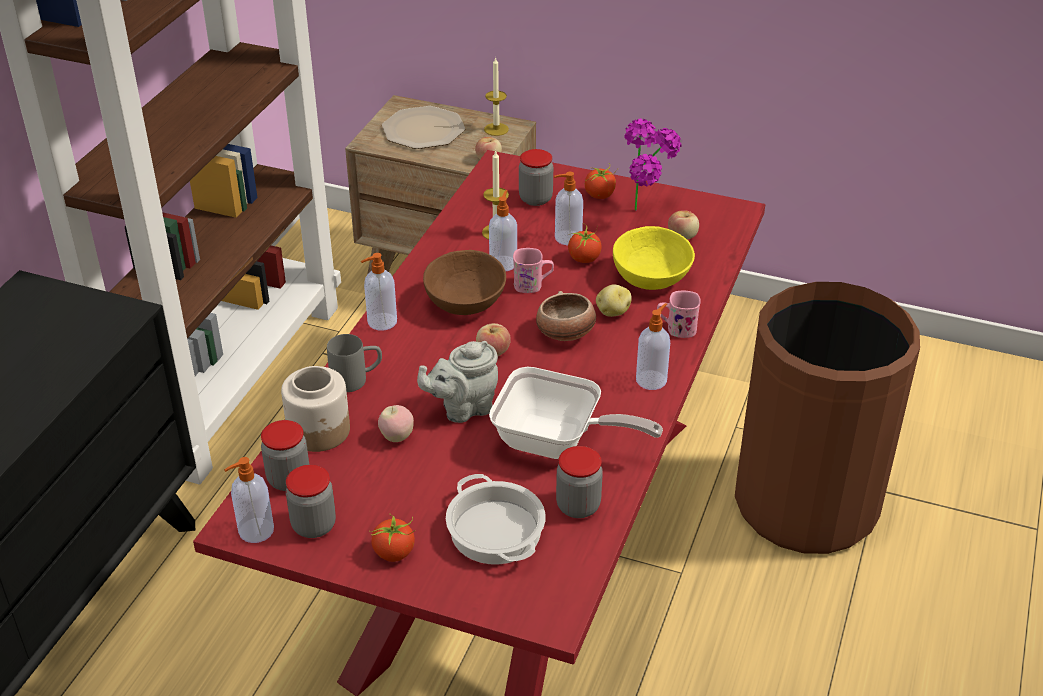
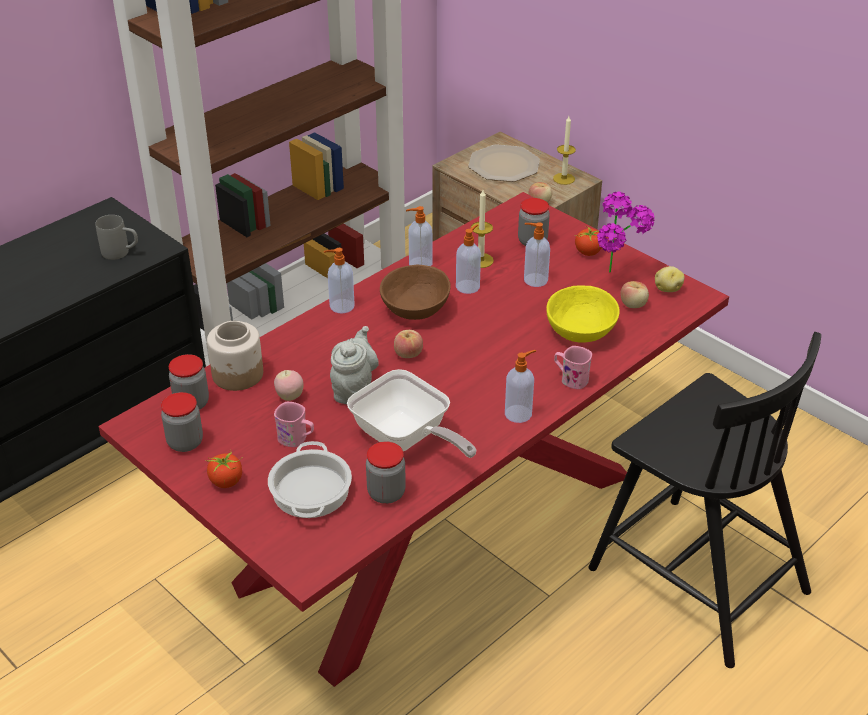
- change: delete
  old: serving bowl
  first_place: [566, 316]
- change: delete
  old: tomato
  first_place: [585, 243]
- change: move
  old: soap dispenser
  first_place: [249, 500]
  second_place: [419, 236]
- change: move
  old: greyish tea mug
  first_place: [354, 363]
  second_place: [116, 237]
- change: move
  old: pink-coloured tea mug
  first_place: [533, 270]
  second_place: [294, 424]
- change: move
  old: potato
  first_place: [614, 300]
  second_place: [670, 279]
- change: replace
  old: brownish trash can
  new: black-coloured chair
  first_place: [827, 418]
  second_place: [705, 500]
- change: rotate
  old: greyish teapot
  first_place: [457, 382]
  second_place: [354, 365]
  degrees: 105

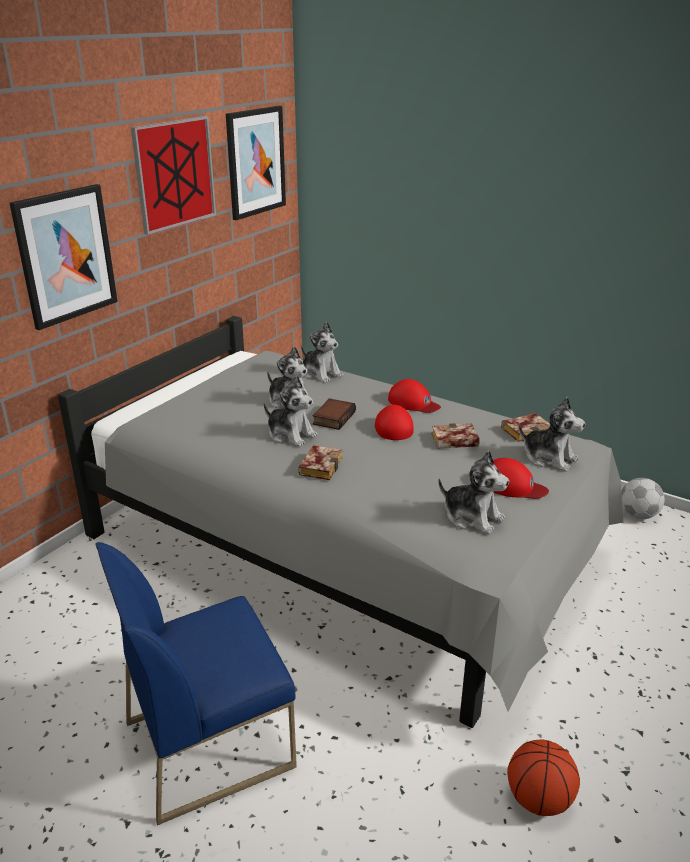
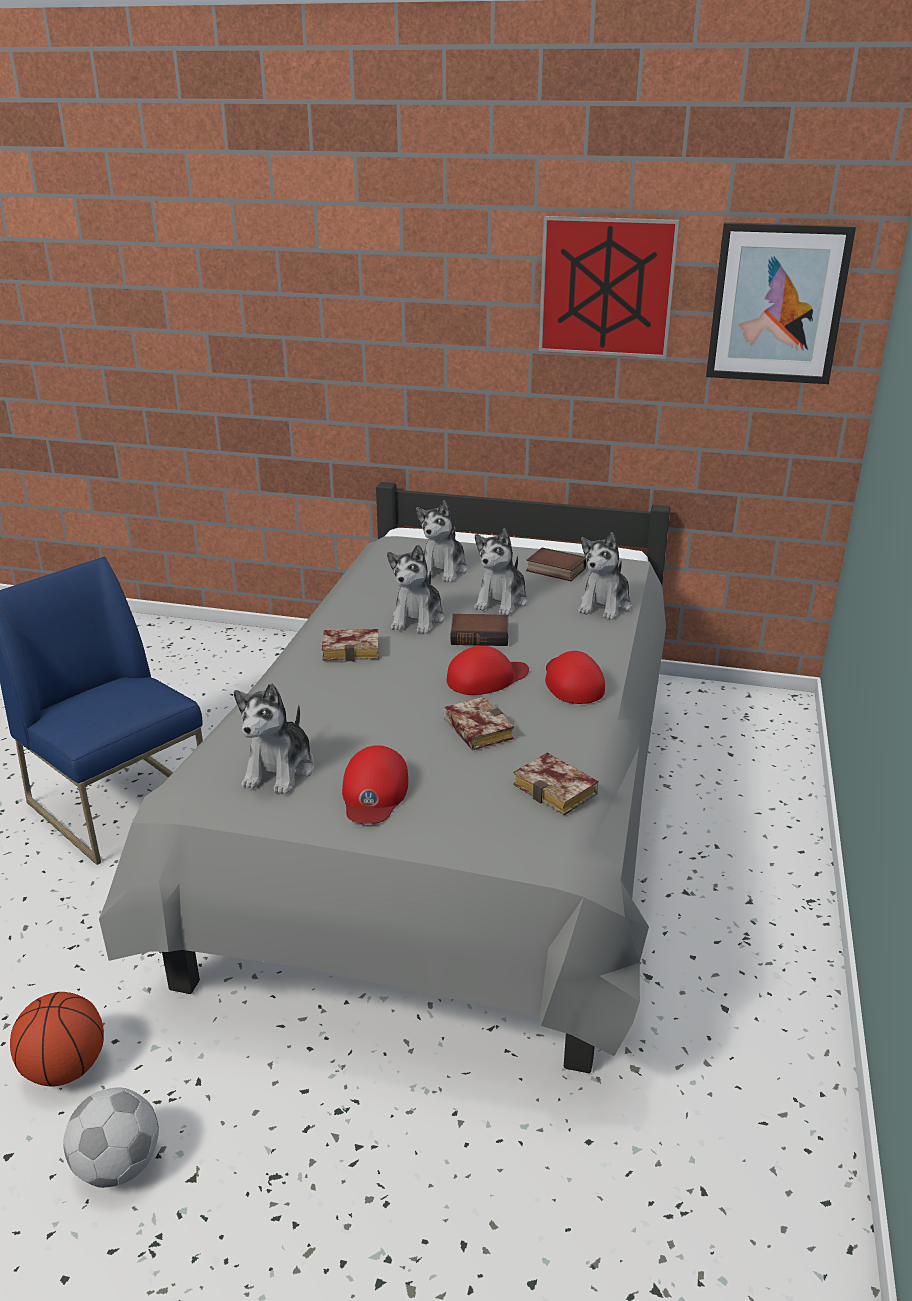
- change: delete
  old: wall art
  first_place: [64, 257]
- change: insert
  new: bound book
  second_place: [556, 564]
- change: move
  old: plush toy
  first_place: [552, 434]
  second_place: [442, 542]
- change: move
  old: ball for football
  first_place: [643, 498]
  second_place: [111, 1137]
- change: rotate
  old: reddish peaked cap
  first_place: [414, 396]
  second_place: [575, 677]
  degrees: 150

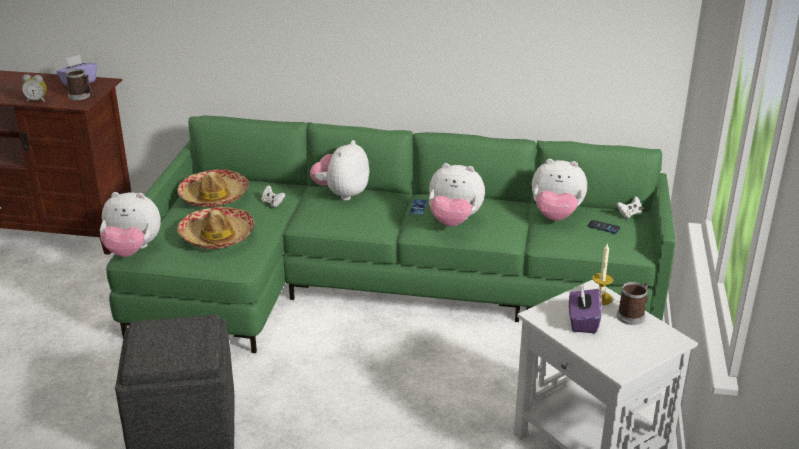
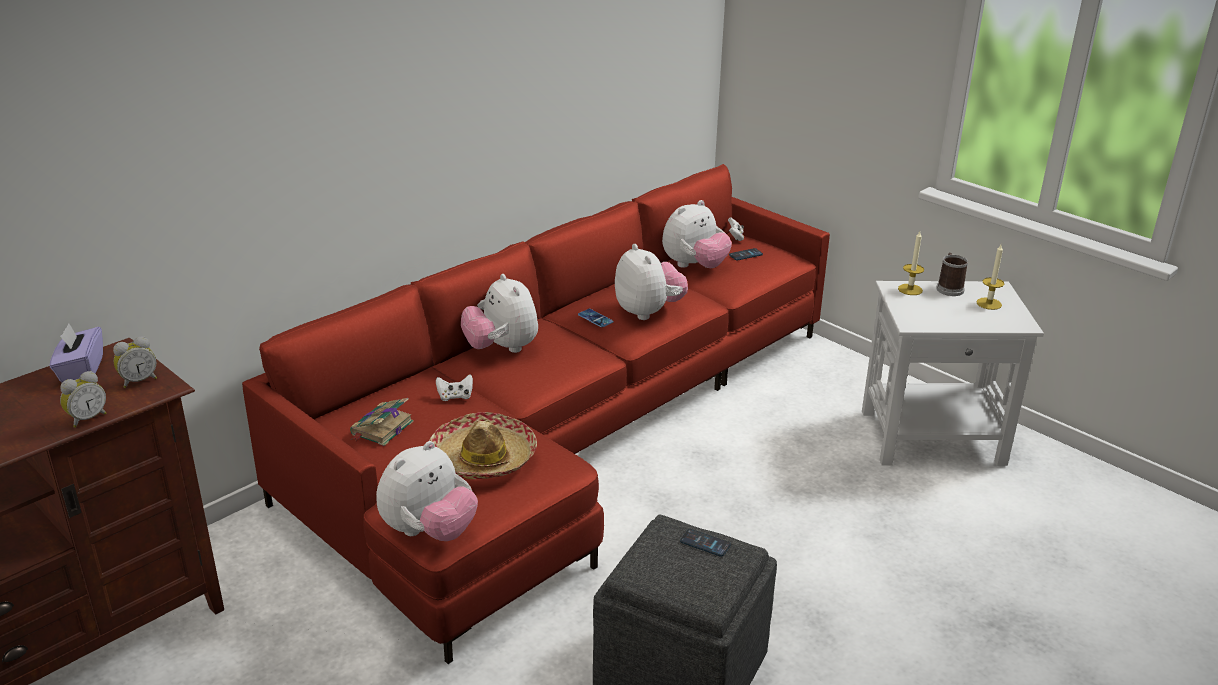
- change: delete
  old: purplish tissue holder
  first_place: [585, 309]
- change: insert
  new: phone
  second_place: [705, 543]
- change: insert
  new: candle
  second_place: [990, 277]
- change: replace
  old: tea mug
  new: table clock
  first_place: [78, 84]
  second_place: [135, 362]
- change: replace
  old: clothing hat
  new: bound book
  first_place: [213, 188]
  second_place: [382, 422]
- change: recolor
  old: green couch
  new: reddish couch
  first_place: [390, 234]
  second_place: [536, 414]
- change: rotate
  old: plush toy
  first_place: [457, 194]
  second_place: [651, 282]
  degrees: -75

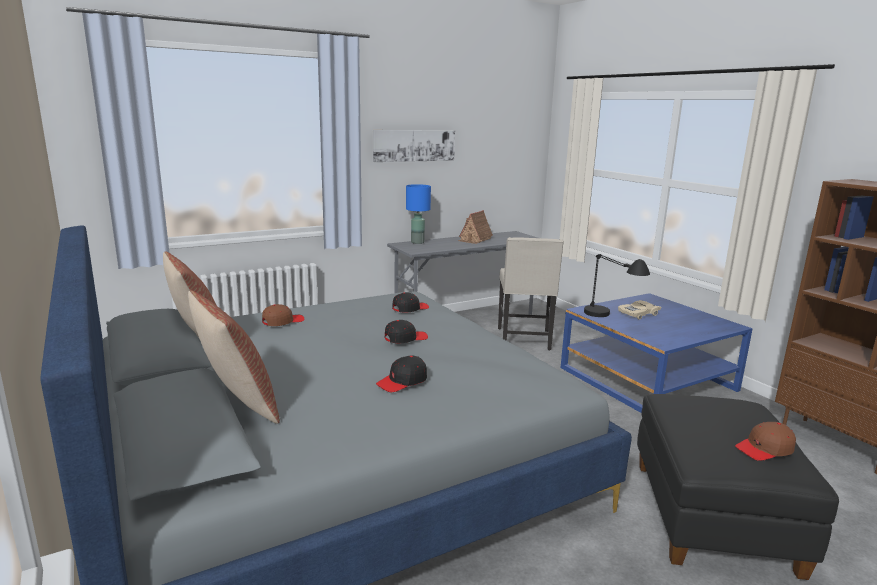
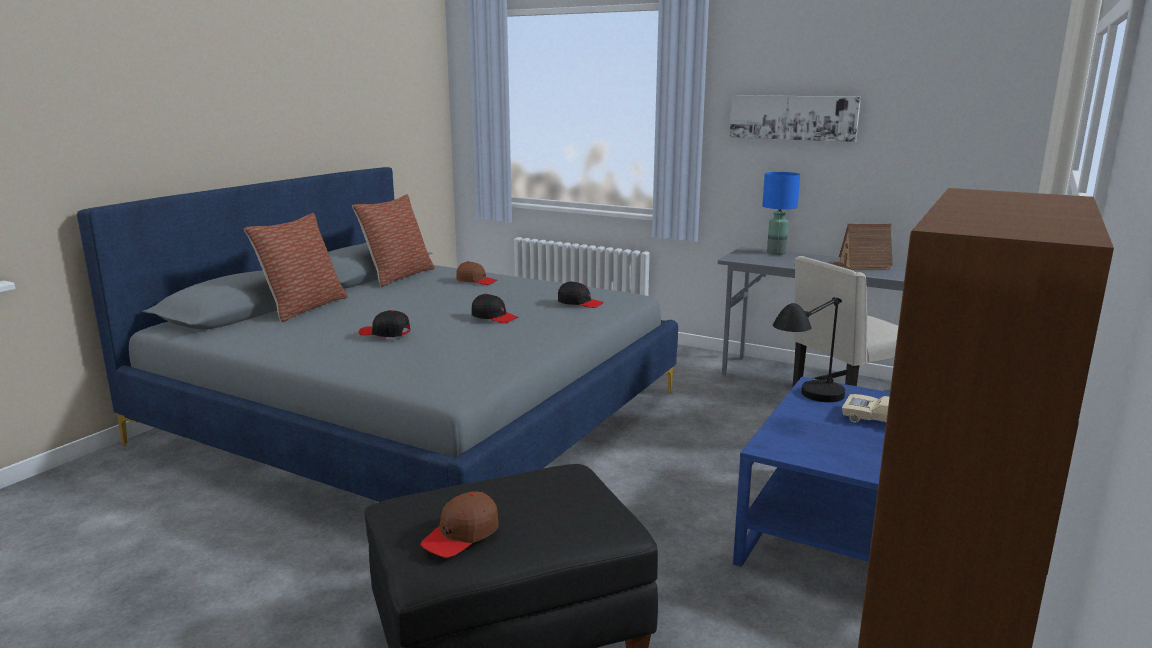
- change: rotate
  old: brownish peaked cap
  first_place: [765, 441]
  second_place: [459, 524]
  degrees: -90

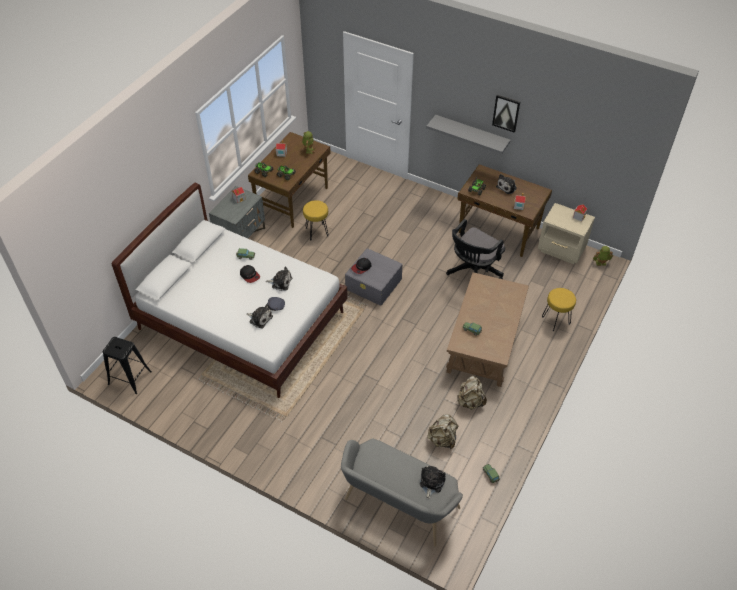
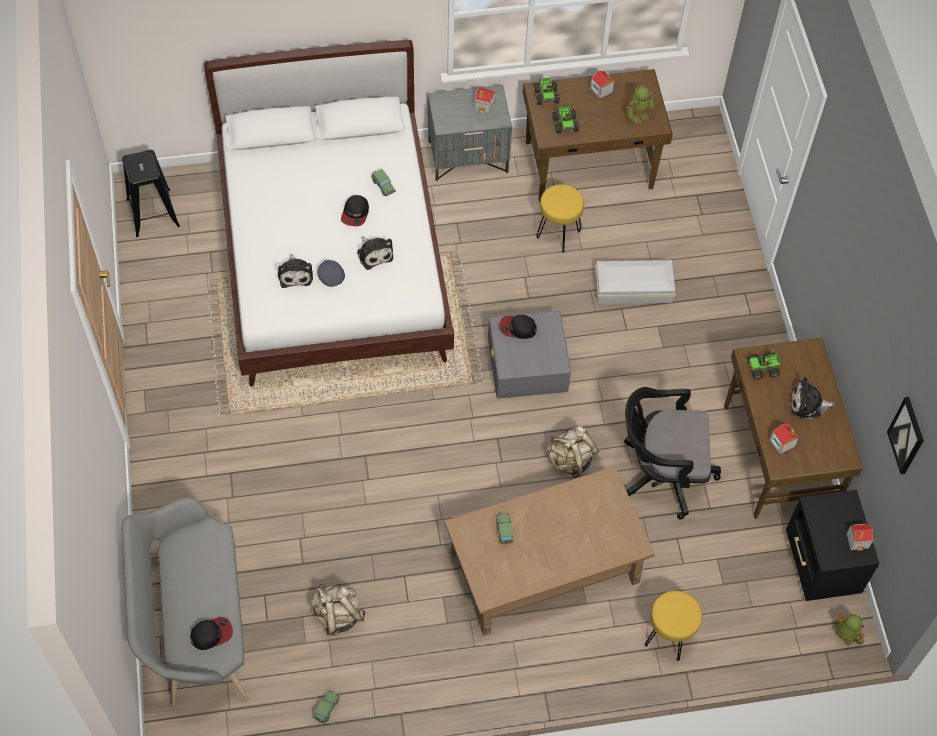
- change: delete
  old: greyish shelf
  first_place: [468, 134]
- change: insert
  new: white storage box
  second_place: [635, 282]
- change: move
  old: beige rucksack
  first_place: [472, 393]
  second_place: [572, 452]
- change: move
  old: wall art
  first_place: [506, 114]
  second_place: [905, 435]
- change: replace
  old: plush toy
  new: peaked cap
  first_place: [432, 482]
  second_place: [211, 633]
- change: recolor
  old: beige night table
  new: black-coloured night table
  first_place: [566, 233]
  second_place: [833, 545]

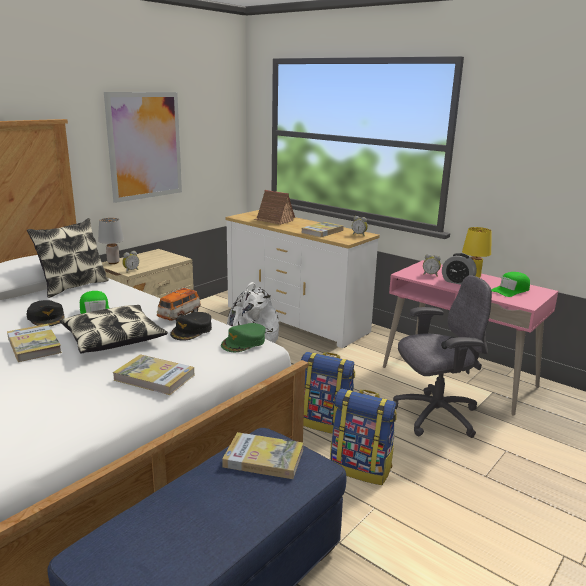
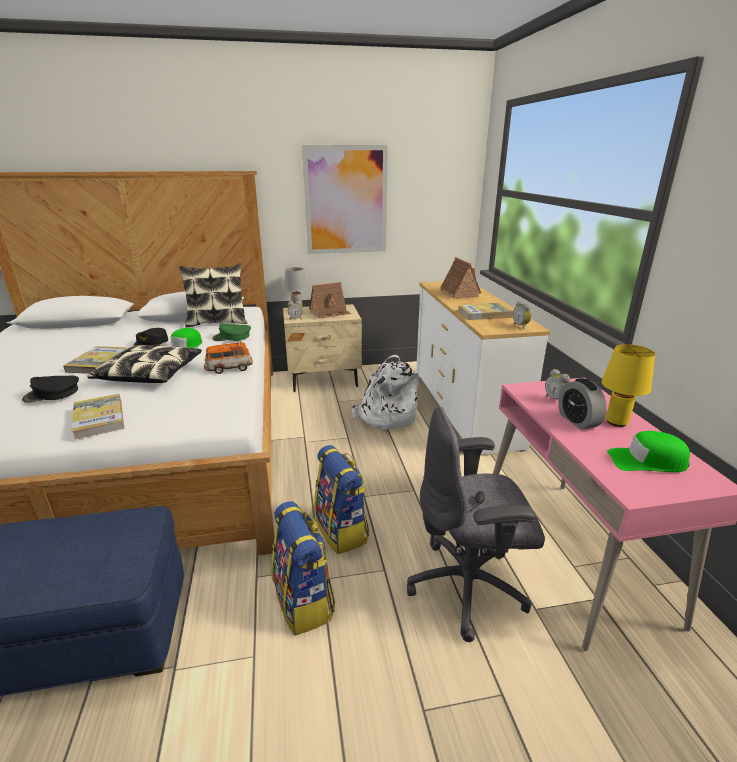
- change: delete
  old: bound book
  first_place: [263, 455]
- change: insert
  new: toy house
  second_place: [330, 300]
- change: move
  old: black-coloured peaked cap
  first_place: [191, 326]
  second_place: [50, 389]
- change: move
  old: green peaked cap
  first_place: [243, 337]
  second_place: [231, 332]
- change: rotate
  old: greyish office chair
  first_place: [442, 357]
  second_place: [476, 524]
  degrees: 150

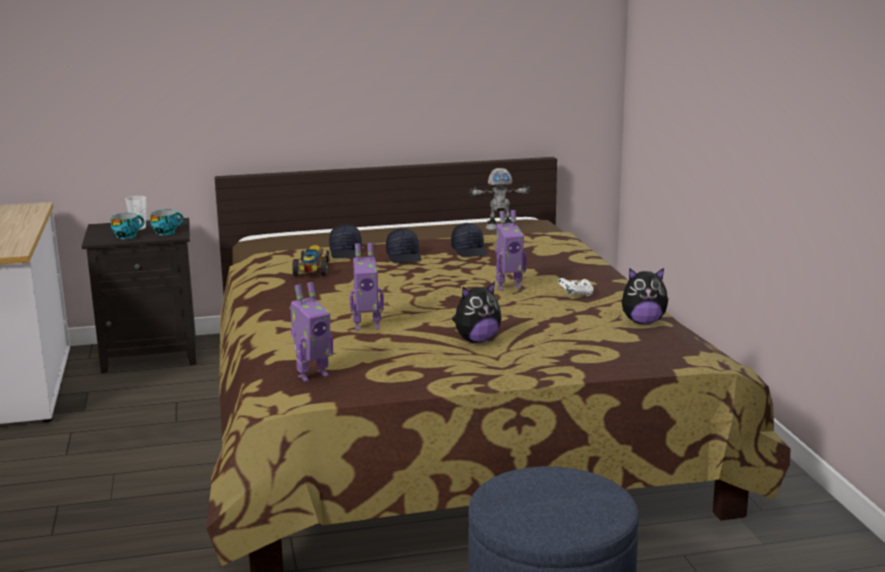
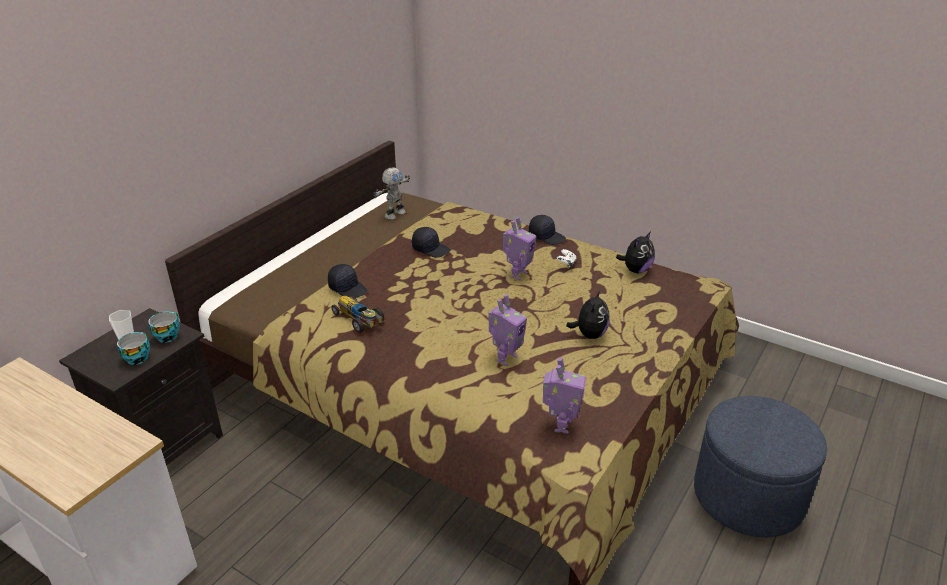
- change: move
  old: black-coloured peaked cap
  first_place: [403, 245]
  second_place: [547, 230]

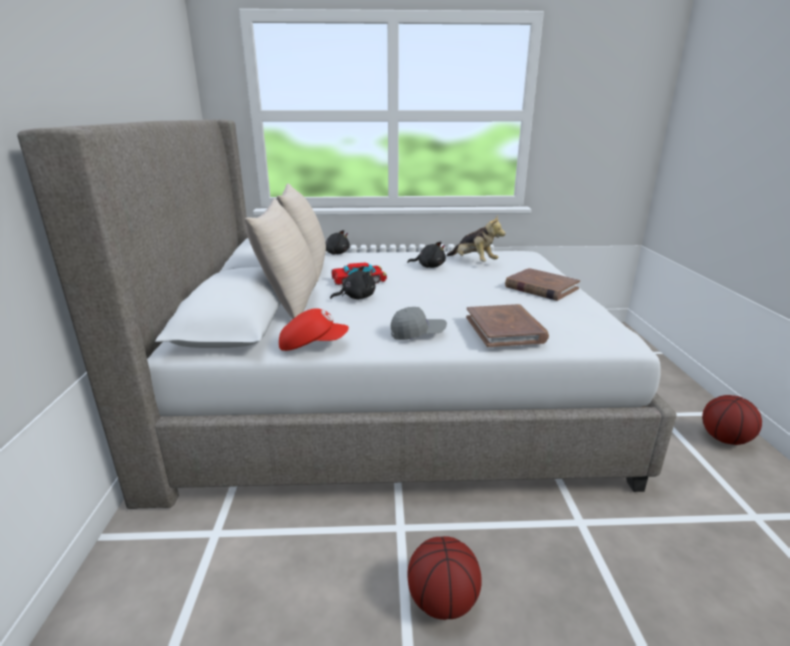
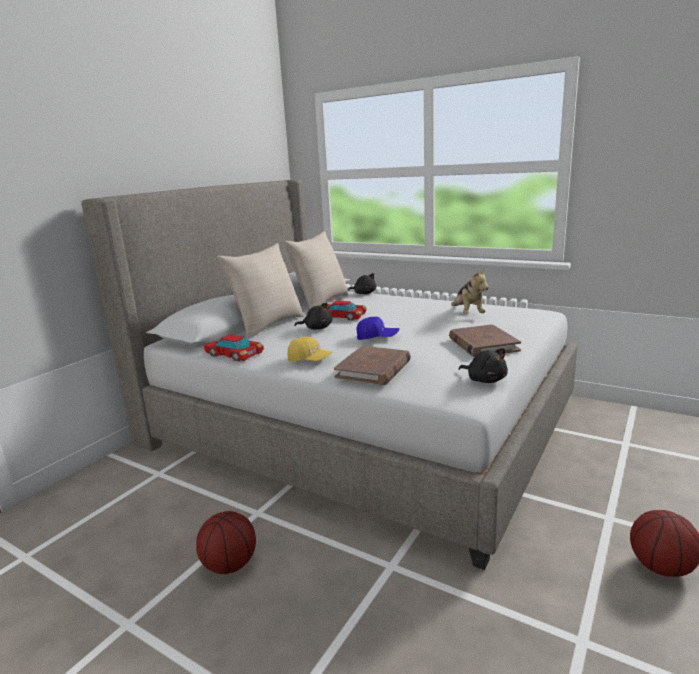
- change: insert
  new: blue peaked cap
  second_place: [378, 328]
- change: move
  old: black-coloured plush toy
  first_place: [426, 254]
  second_place: [483, 365]
- change: replace
  old: reddish peaked cap
  new: toy car
  first_place: [314, 329]
  second_place: [234, 348]
- change: recolor
  old: greyish peaked cap
  new: yellowish peaked cap
  first_place: [419, 323]
  second_place: [310, 349]

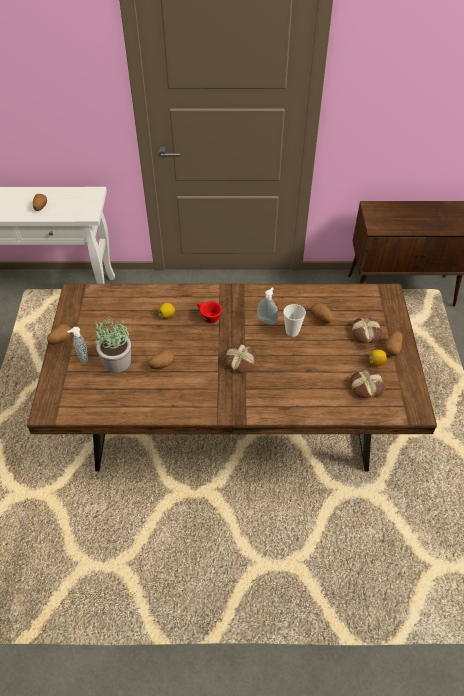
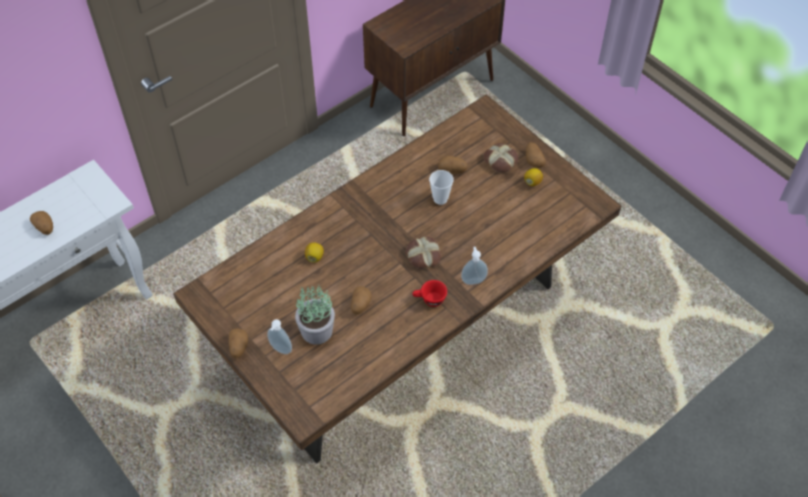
- change: delete
  old: bread
  first_place: [367, 383]
- change: move
  old: reddish cup
  first_place: [209, 312]
  second_place: [430, 293]
- change: move
  old: soap dispenser
  first_place: [267, 306]
  second_place: [474, 266]

